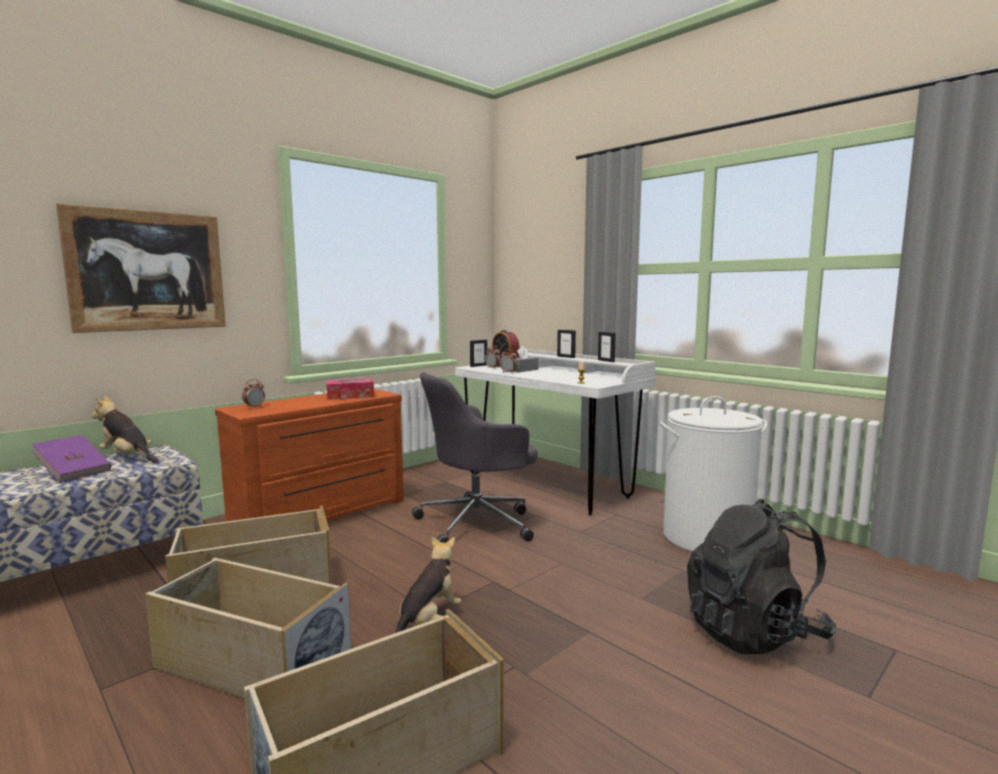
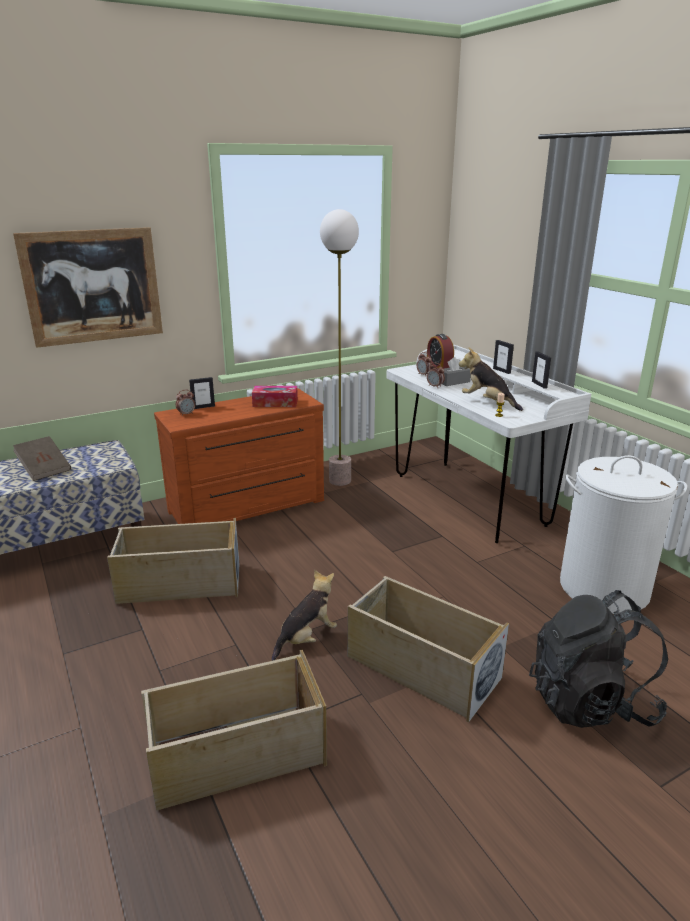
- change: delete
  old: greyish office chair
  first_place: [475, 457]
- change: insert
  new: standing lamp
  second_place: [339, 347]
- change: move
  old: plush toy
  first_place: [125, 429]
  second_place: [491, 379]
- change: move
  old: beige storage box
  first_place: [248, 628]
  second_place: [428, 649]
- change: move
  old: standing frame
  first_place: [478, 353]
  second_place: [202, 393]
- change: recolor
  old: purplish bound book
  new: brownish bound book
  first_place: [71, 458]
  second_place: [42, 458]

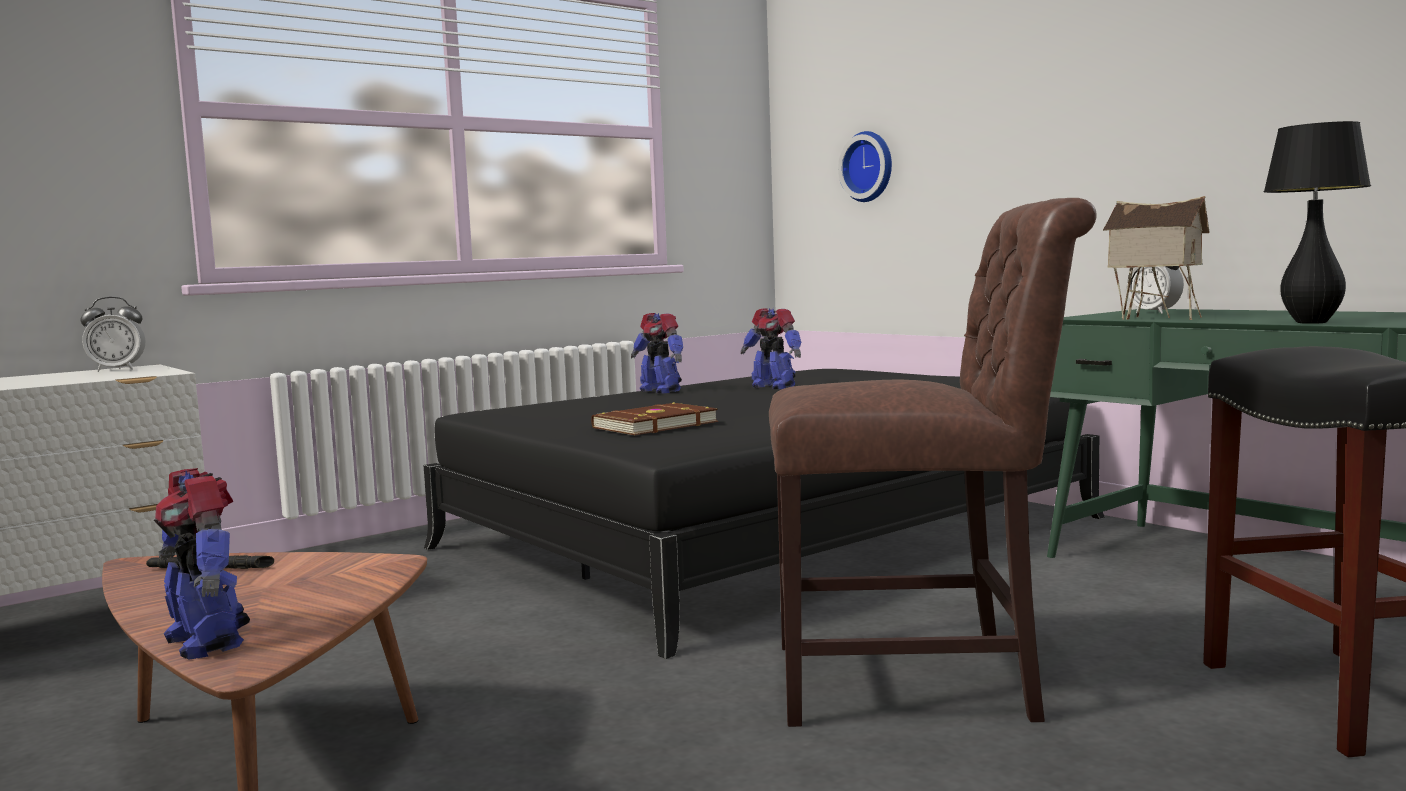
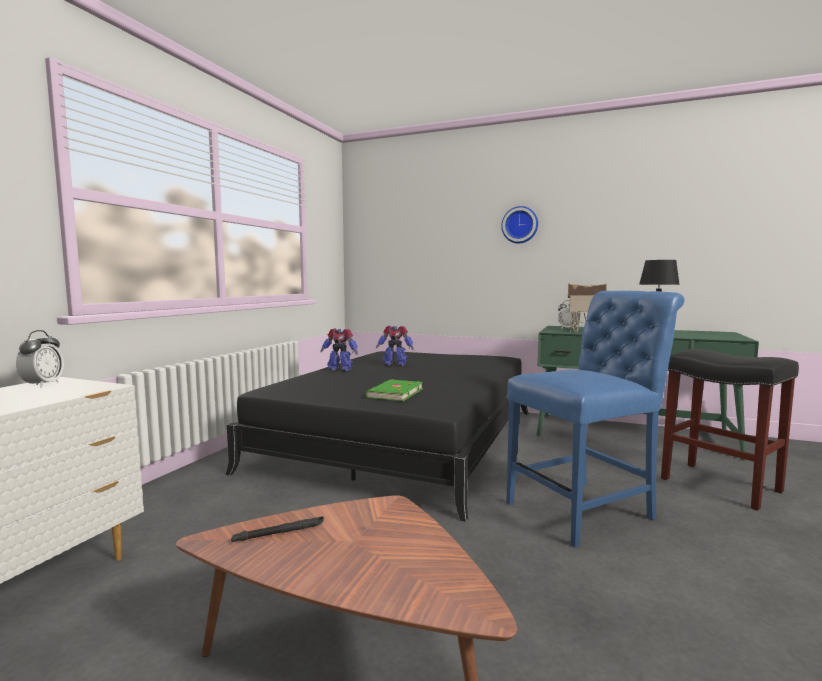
- change: delete
  old: model robot
  first_place: [202, 564]
- change: move
  old: clock on the wall
  first_place: [865, 166]
  second_place: [519, 224]
- change: recolor
  old: brownish bound book
  new: green bound book
  first_place: [654, 418]
  second_place: [394, 390]
- change: recolor
  old: brownish chair
  new: blue chair
  first_place: [933, 462]
  second_place: [595, 418]
- change: rotate
  old: table clock
  first_place: [112, 334]
  second_place: [40, 359]
  degrees: -45

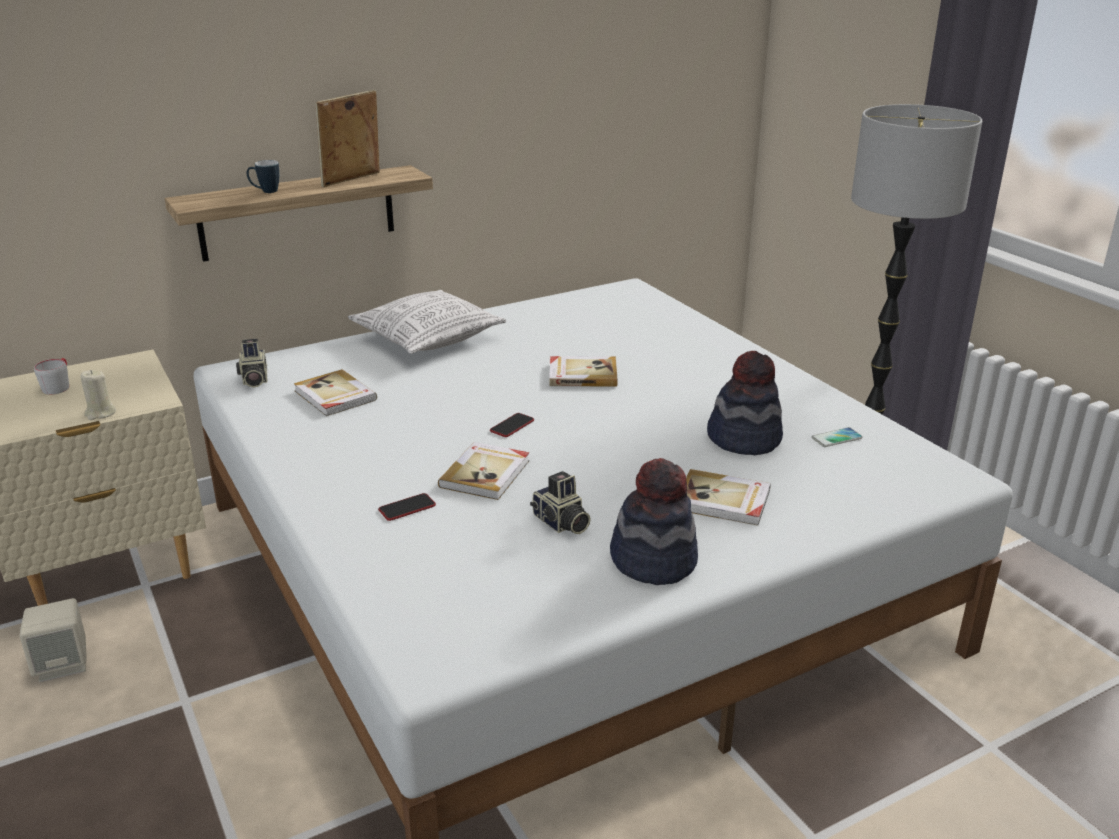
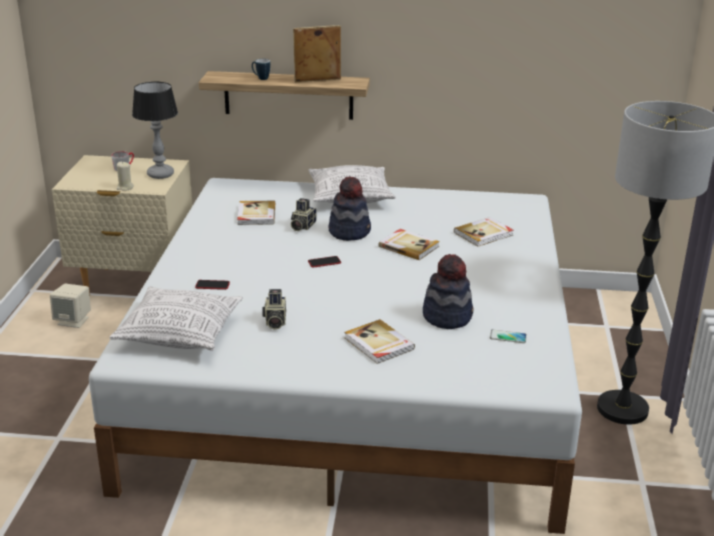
- change: insert
  new: pillow
  second_place: [176, 318]
- change: insert
  new: lamp for a table
  second_place: [155, 130]
- change: move
  old: still camera
  first_place: [251, 363]
  second_place: [304, 214]
- change: move
  old: bound book
  first_place: [483, 471]
  second_place: [484, 232]
- change: move
  old: clothing hat
  first_place: [654, 521]
  second_place: [350, 208]

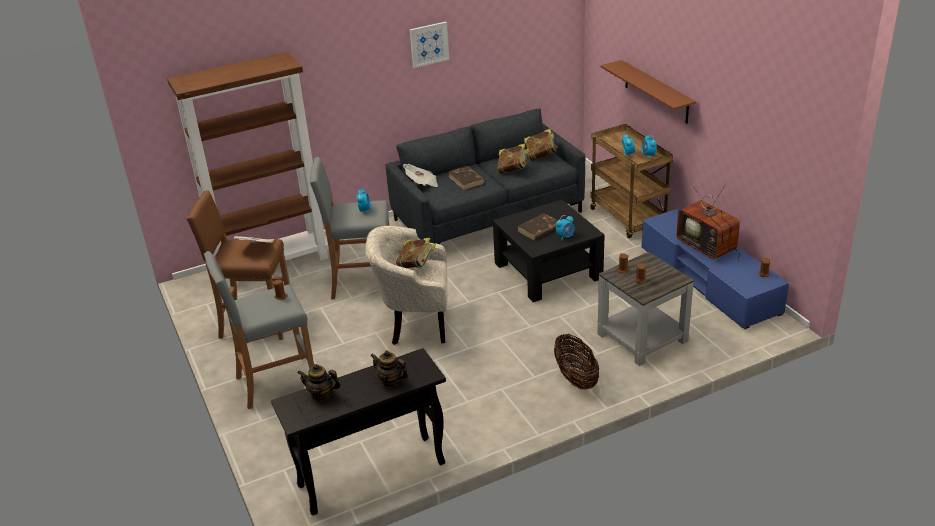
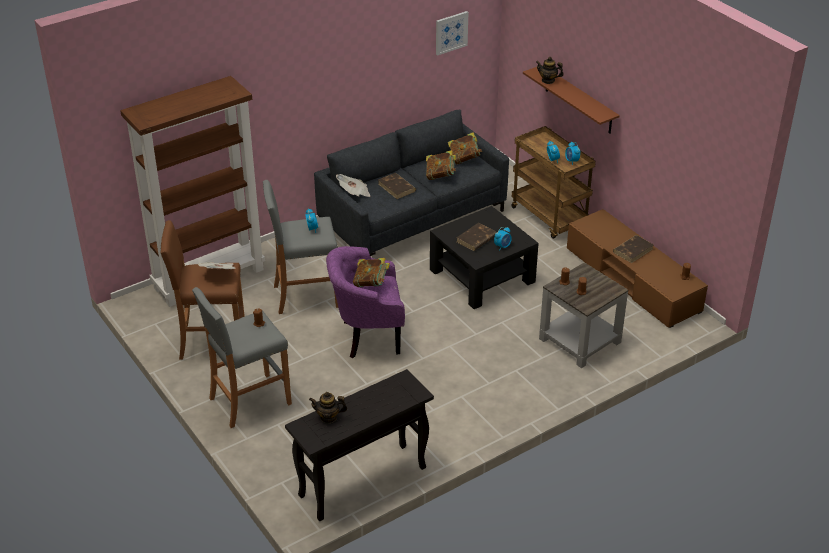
- change: delete
  old: storage basket
  first_place: [576, 362]
- change: move
  old: teapot
  first_place: [389, 369]
  second_place: [550, 70]
- change: move
  old: wall art
  first_place: [429, 45]
  second_place: [452, 33]
- change: replace
  old: TV set
  new: brownish bound book
  first_place: [708, 221]
  second_place: [633, 249]
- change: recolor
  old: beige lounge chair
  new: purplish lounge chair
  first_place: [406, 285]
  second_place: [365, 302]
- change: recolor
  old: blue tv stand
  new: brownish tv stand
  first_place: [715, 268]
  second_place: [637, 268]

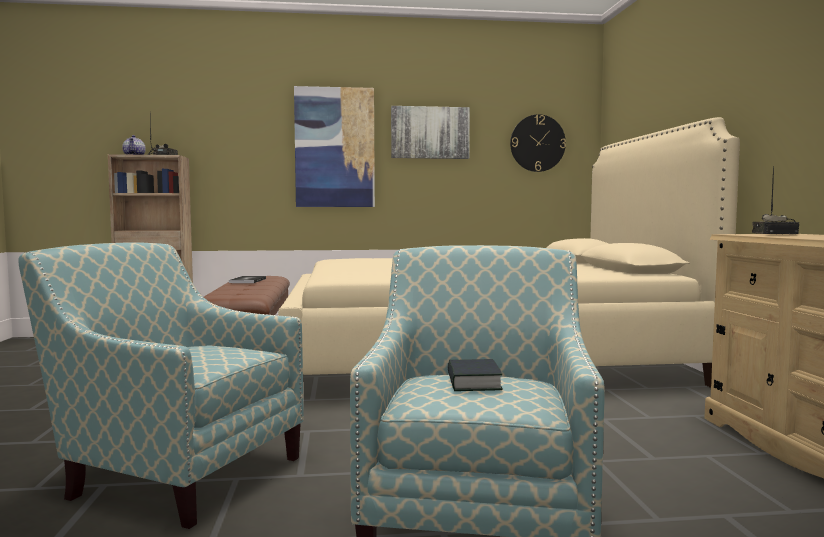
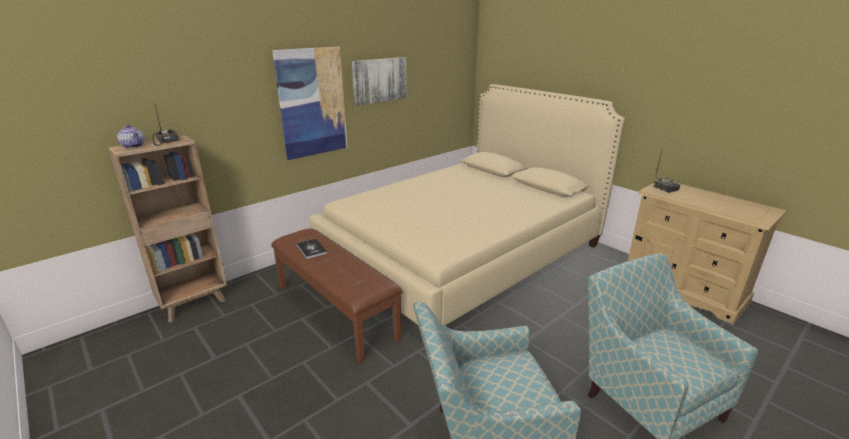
- change: delete
  old: bound book
  first_place: [475, 375]
- change: delete
  old: clock on the wall
  first_place: [538, 143]

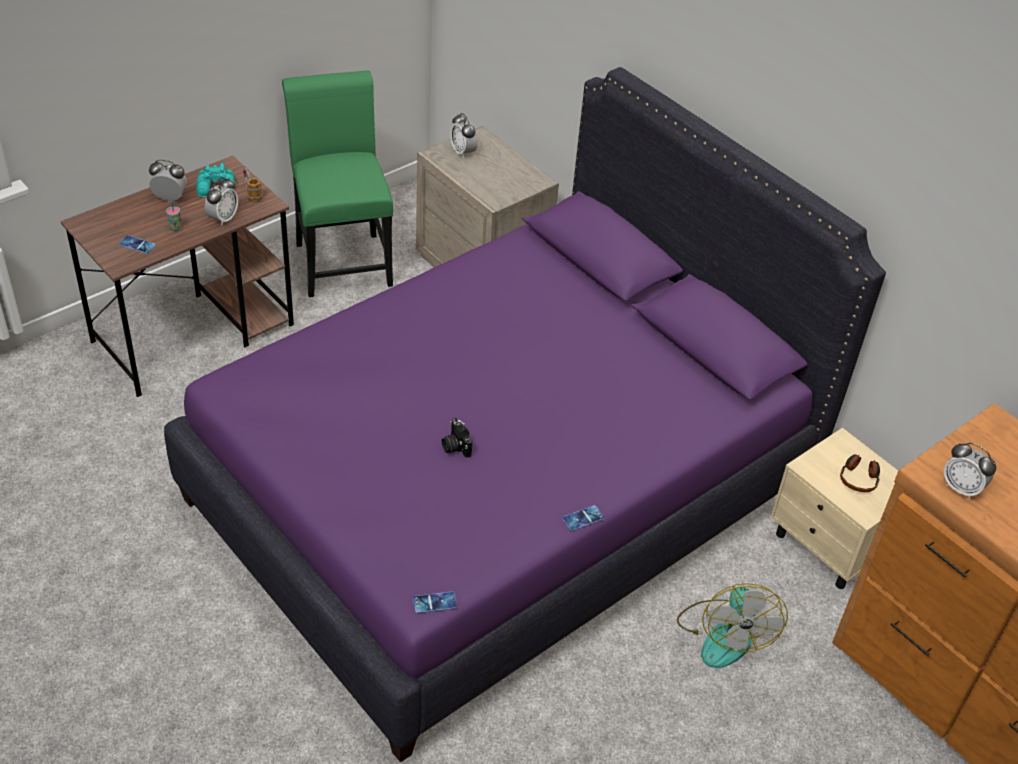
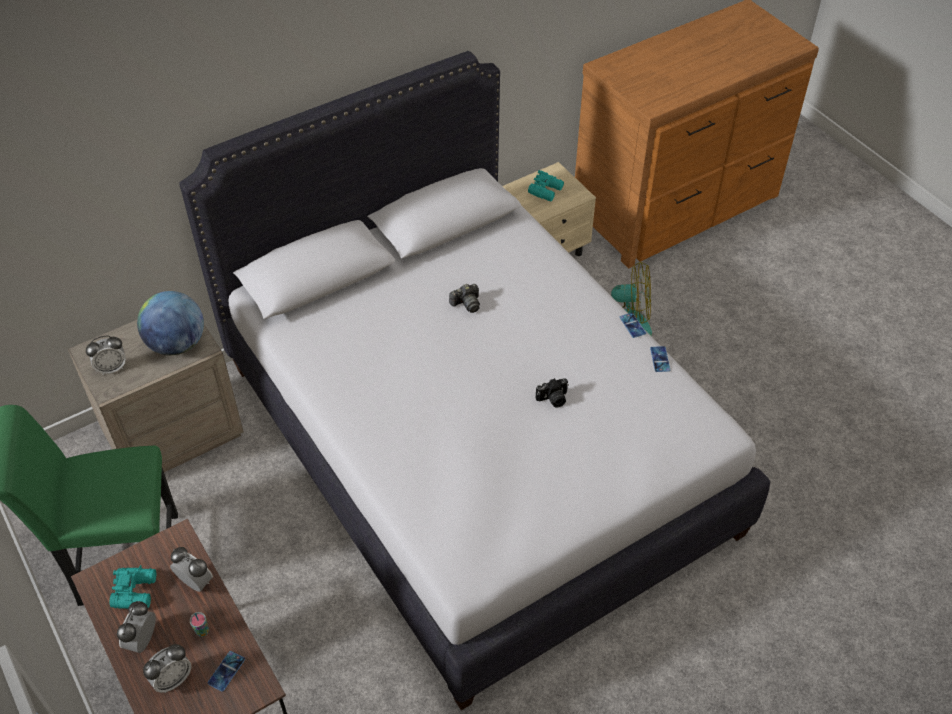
- change: delete
  old: tea mug
  first_place: [253, 185]
- change: insert
  new: world globe
  second_place: [170, 323]
- change: insert
  new: still camera
  second_place: [464, 298]
- change: move
  old: phone
  first_place: [435, 602]
  second_place: [660, 359]
- change: move
  old: table clock
  first_place: [970, 471]
  second_place: [167, 668]
- change: replace
  old: pair of headphones
  new: blue-green pair of binoculars
  first_place: [860, 473]
  second_place: [546, 185]
- change: recolor
  old: purplish bedroom bed
  new: white bedroom bed
  first_place: [525, 415]
  second_place: [474, 380]

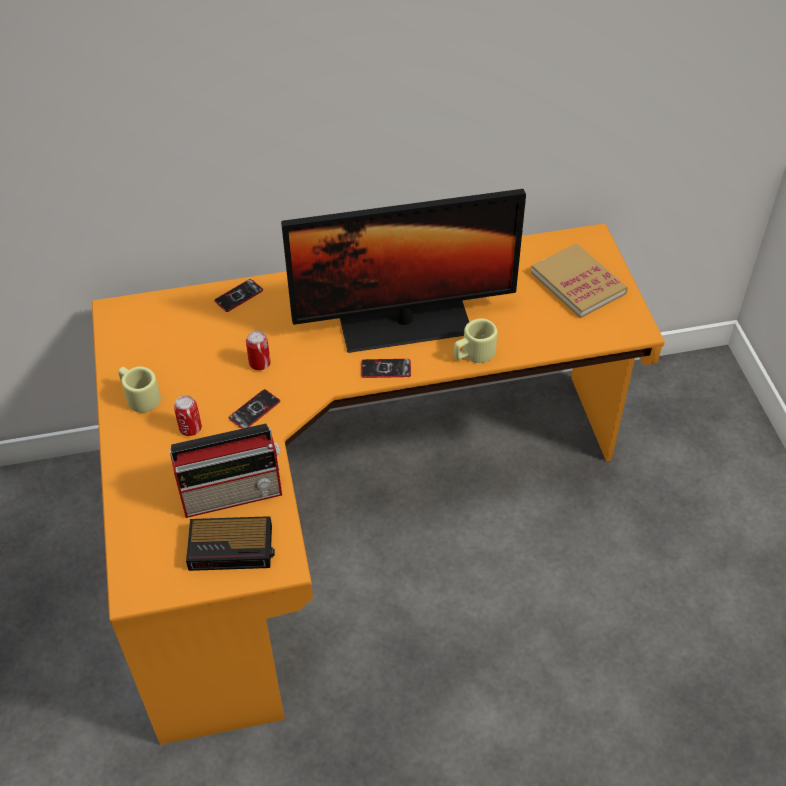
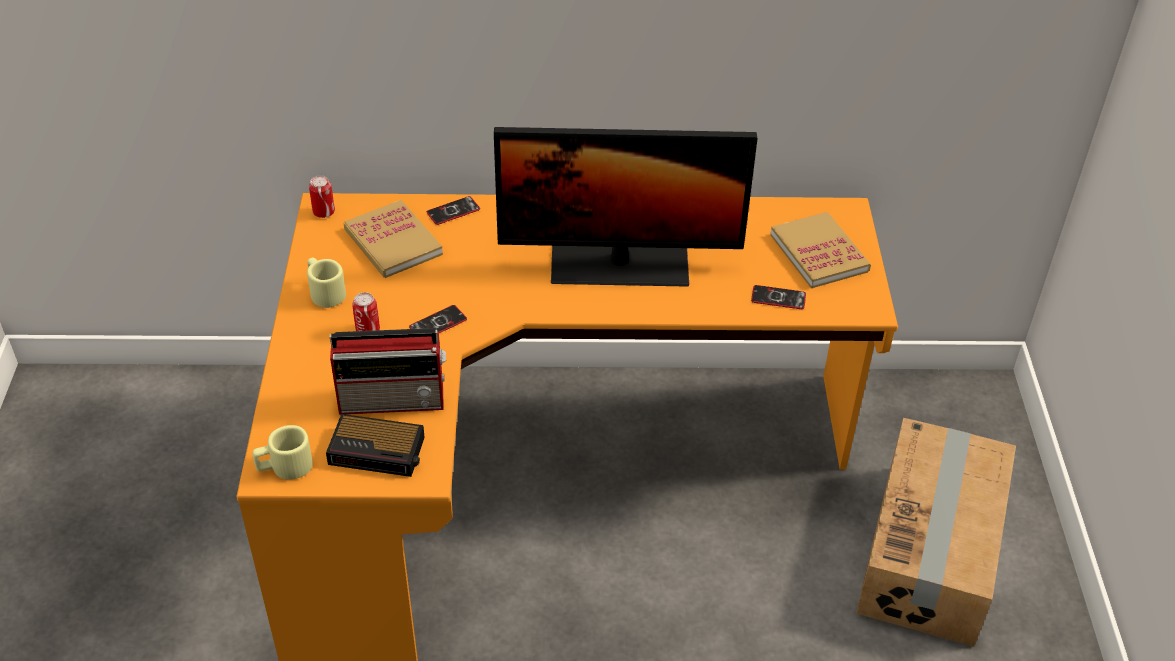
- change: insert
  new: bound book
  second_place: [393, 239]
- change: insert
  new: carton
  second_place: [936, 532]
- change: move
  old: sealed can
  first_place: [258, 350]
  second_place: [322, 196]
- change: move
  old: phone
  first_place: [386, 368]
  second_place: [778, 297]
- change: move
  old: beige tea mug
  first_place: [475, 340]
  second_place: [283, 452]

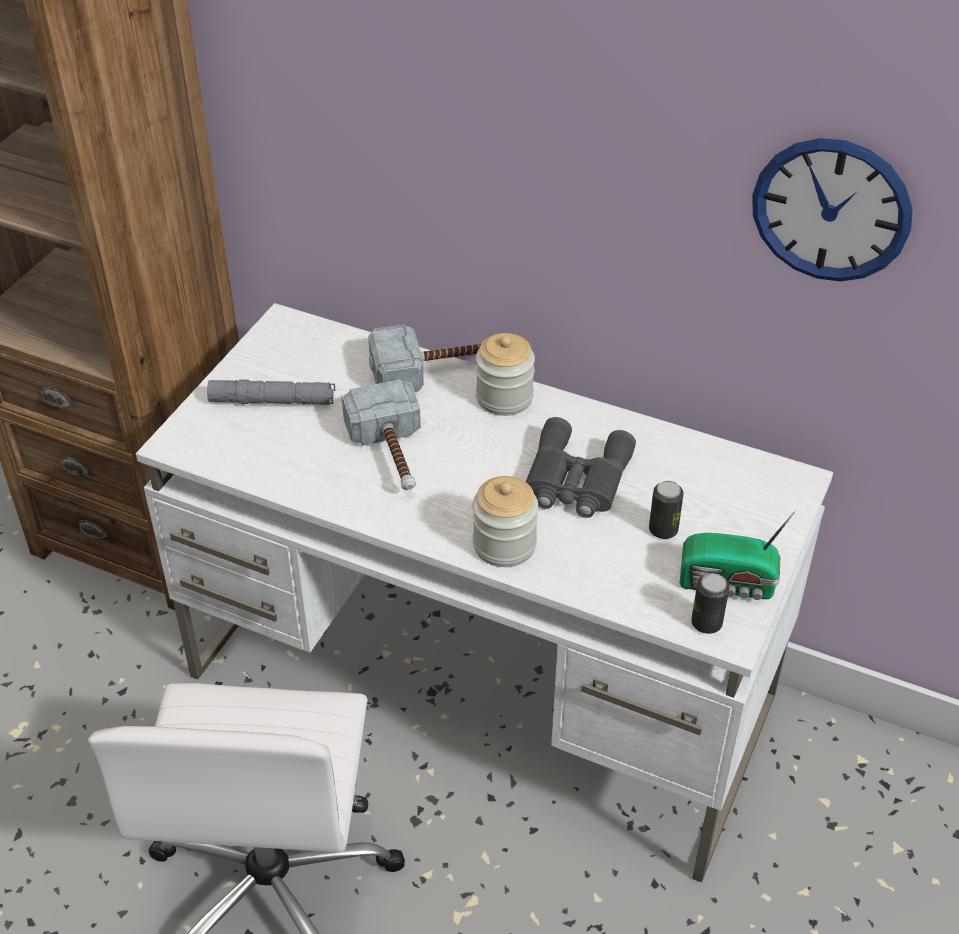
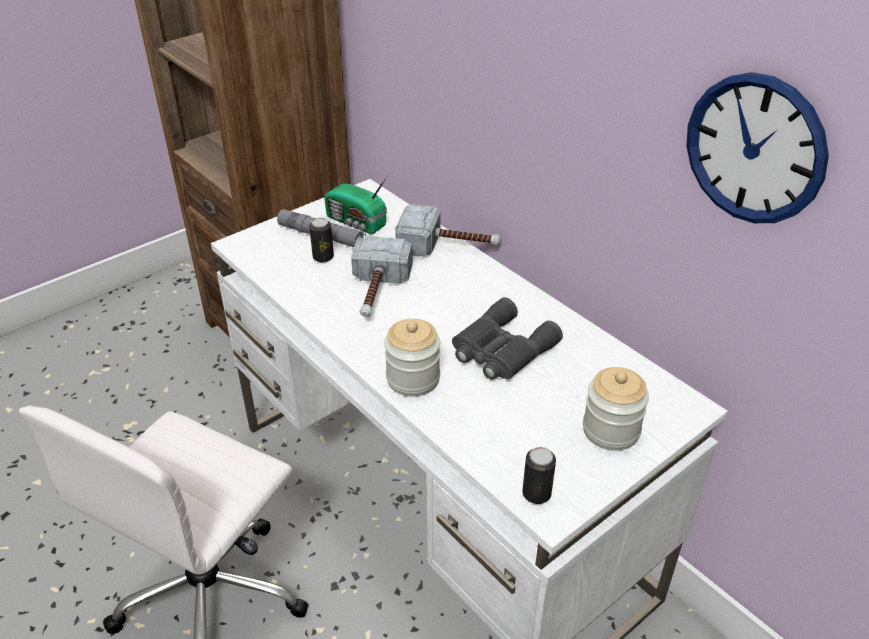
- change: move
  old: storage jar
  first_place: [505, 374]
  second_place: [616, 409]
- change: move
  old: sealed can
  first_place: [666, 510]
  second_place: [321, 240]
- change: move
  old: radio receiver
  first_place: [738, 555]
  second_place: [356, 203]

